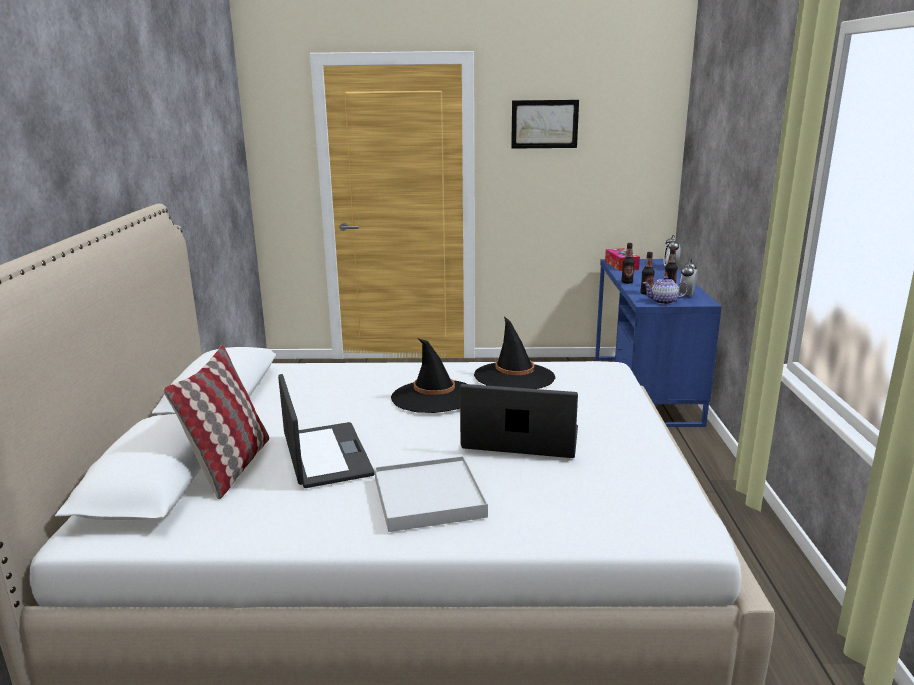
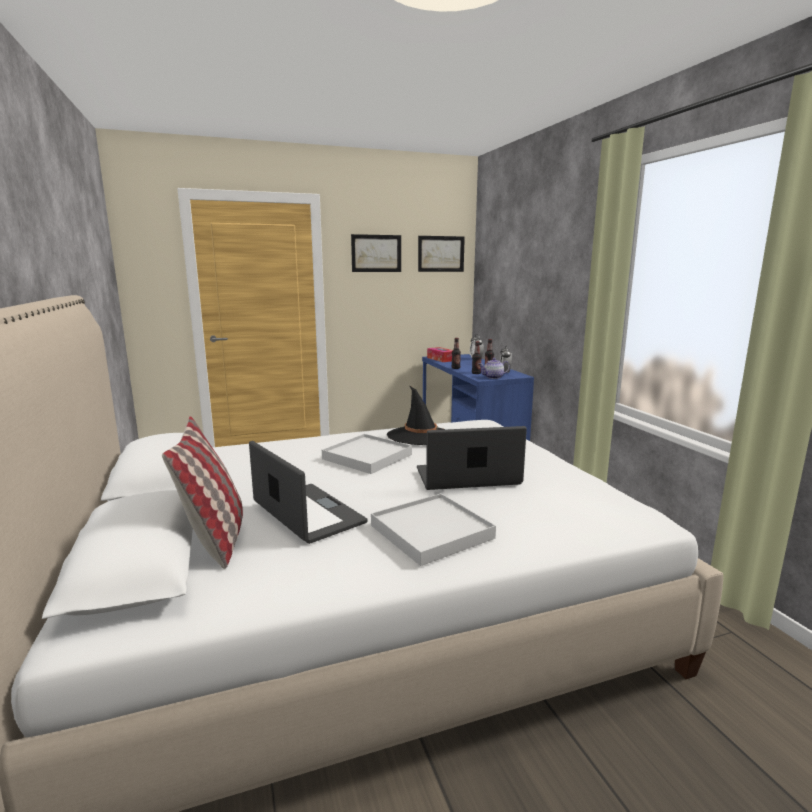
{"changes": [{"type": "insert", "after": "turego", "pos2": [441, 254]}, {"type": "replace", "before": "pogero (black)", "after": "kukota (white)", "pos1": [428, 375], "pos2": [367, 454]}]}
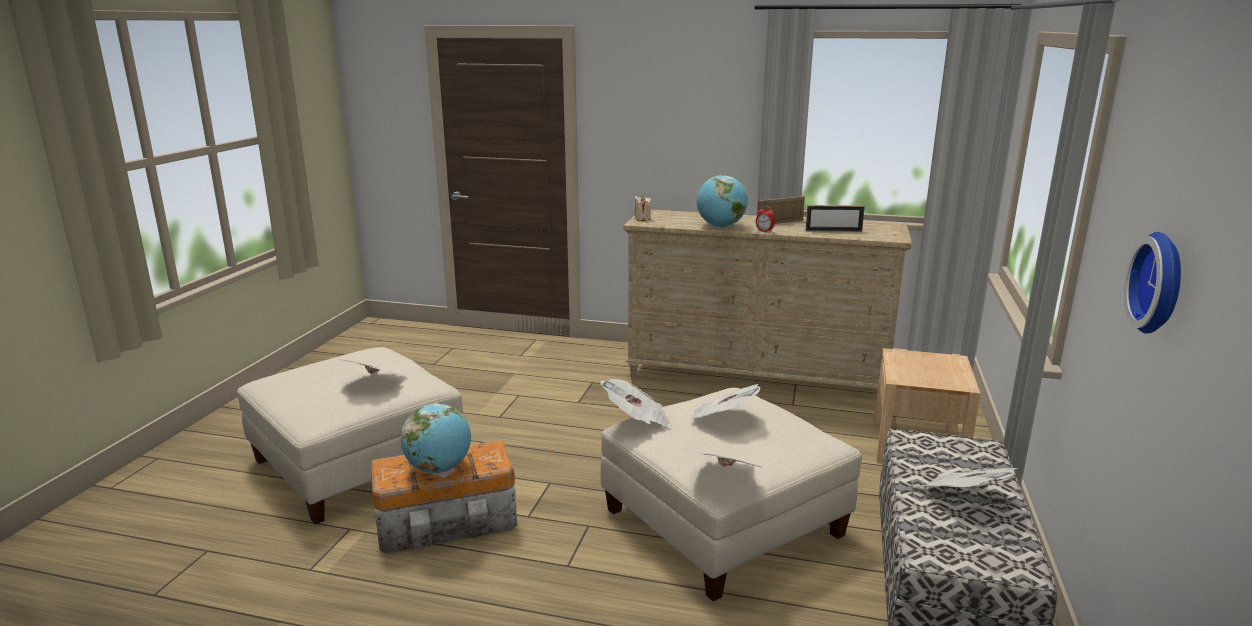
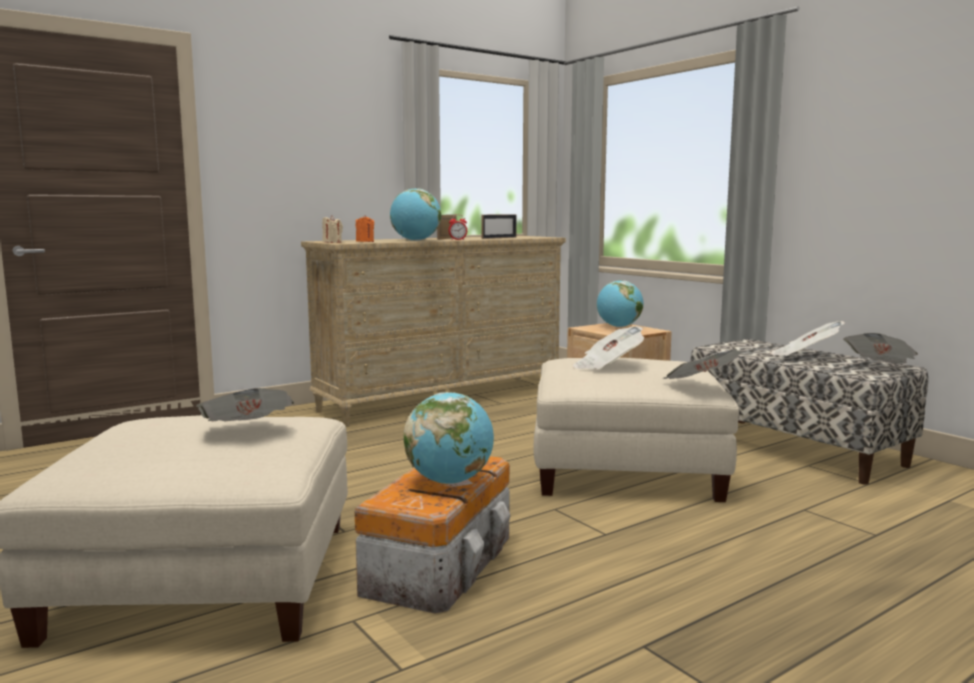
{"changes": [{"type": "delete", "before": "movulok", "pos1": [1152, 283]}, {"type": "insert", "after": "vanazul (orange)", "pos2": [365, 228]}, {"type": "insert", "after": "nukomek", "pos2": [620, 304]}, {"type": "move", "before": "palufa", "pos1": [636, 403], "pos2": [880, 348]}]}
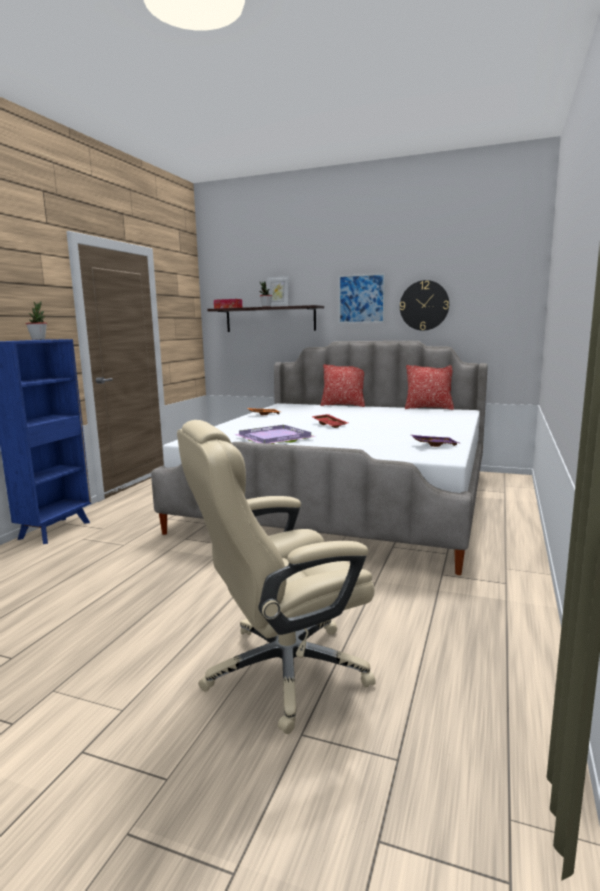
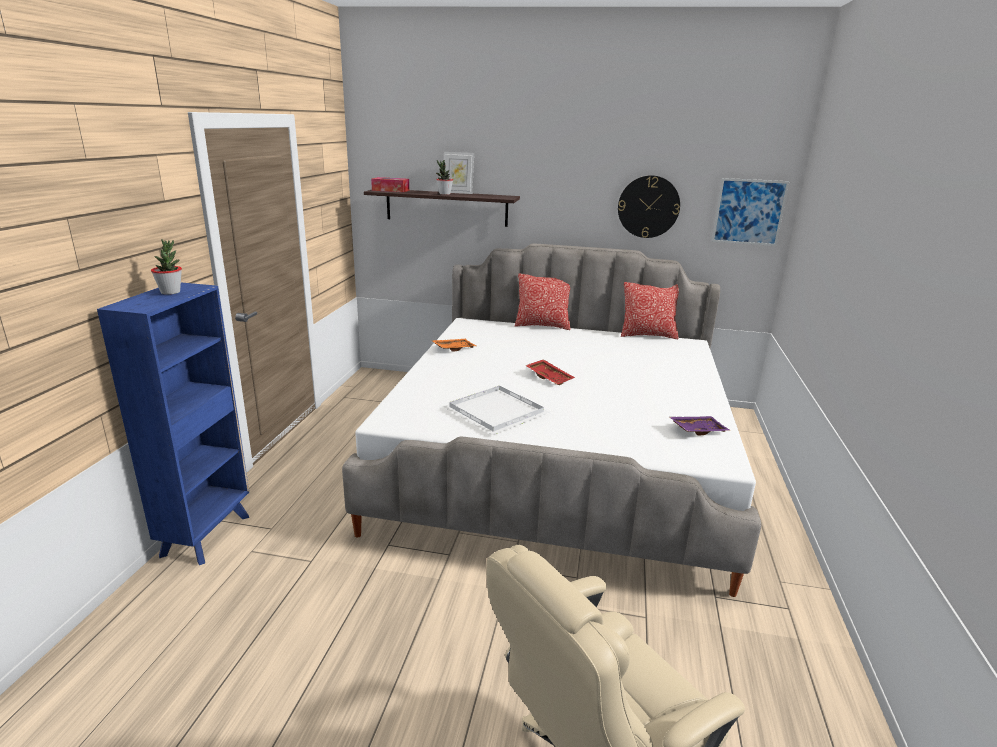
{"changes": [{"type": "move", "before": "turego", "pos1": [362, 298], "pos2": [751, 212]}, {"type": "recolor", "before": "kukota (purple)", "after": "kukota (white)", "pos1": [275, 434], "pos2": [496, 410]}]}
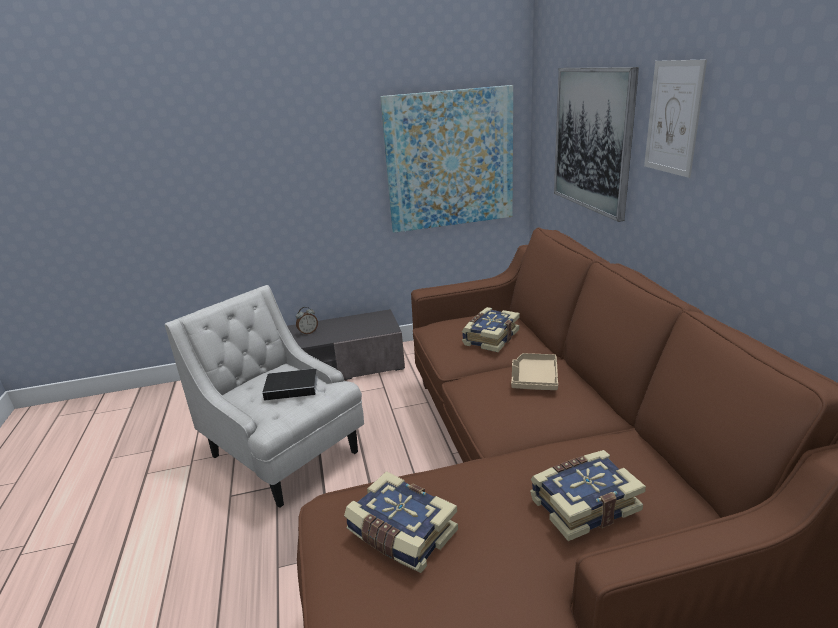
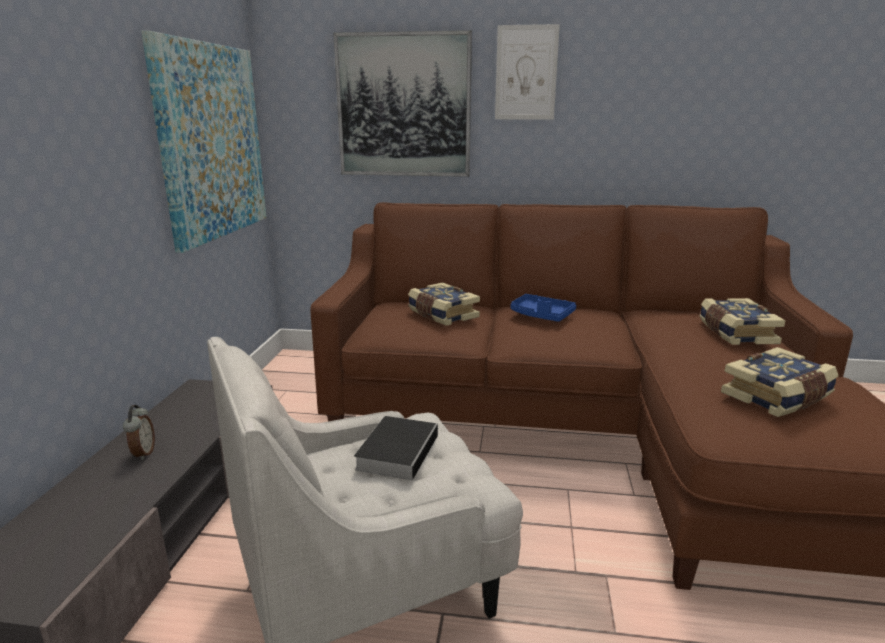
{"changes": [{"type": "recolor", "before": "kukota (beige)", "after": "kukota (blue)", "pos1": [534, 371], "pos2": [543, 308]}]}
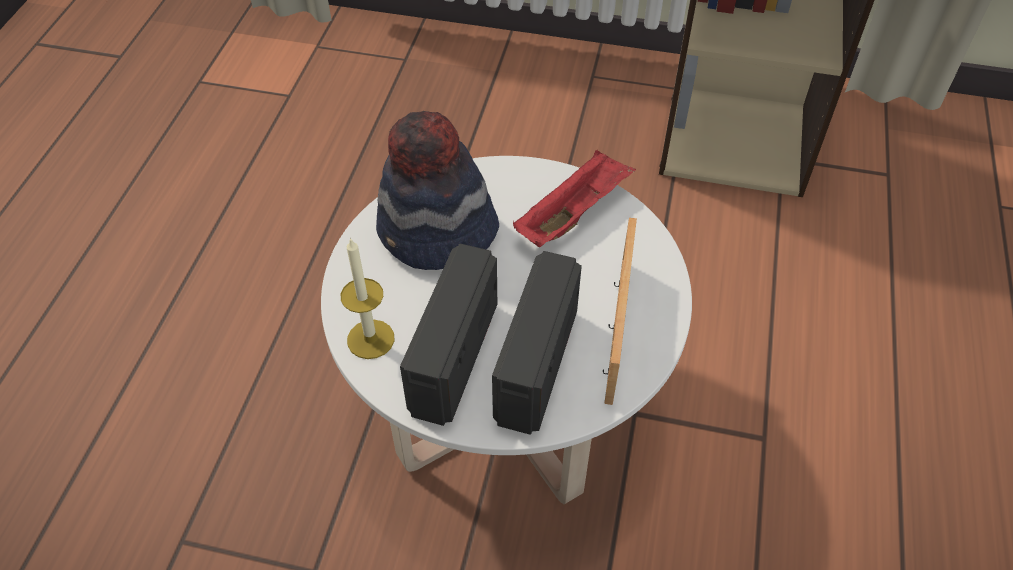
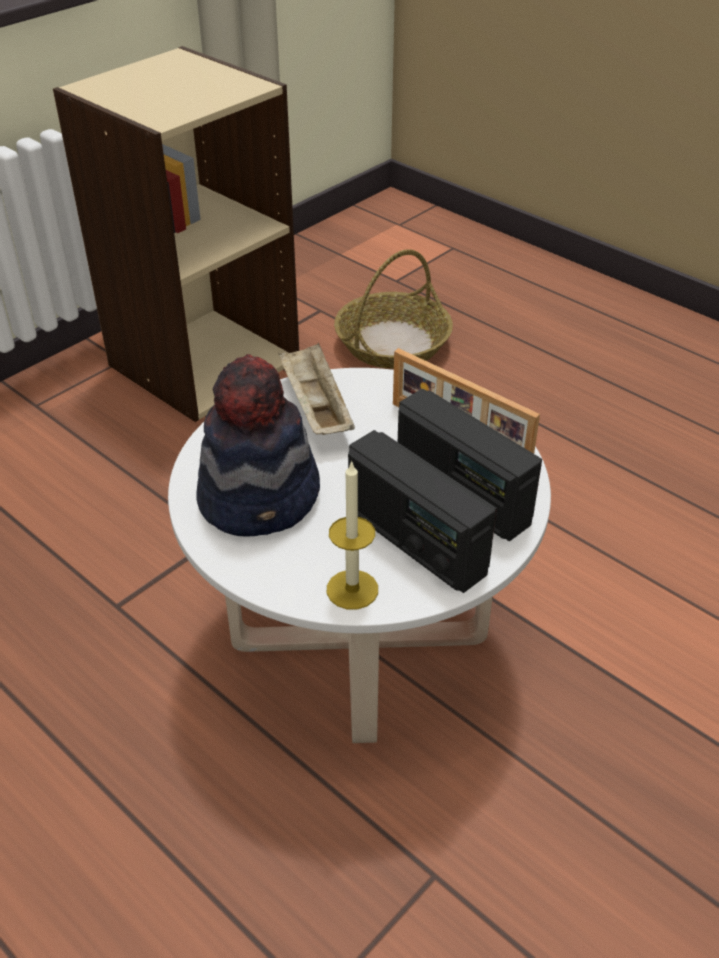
{"changes": [{"type": "insert", "after": "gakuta", "pos2": [393, 309]}, {"type": "recolor", "before": "kukota (red)", "after": "kukota (beige)", "pos1": [574, 198], "pos2": [316, 388]}]}
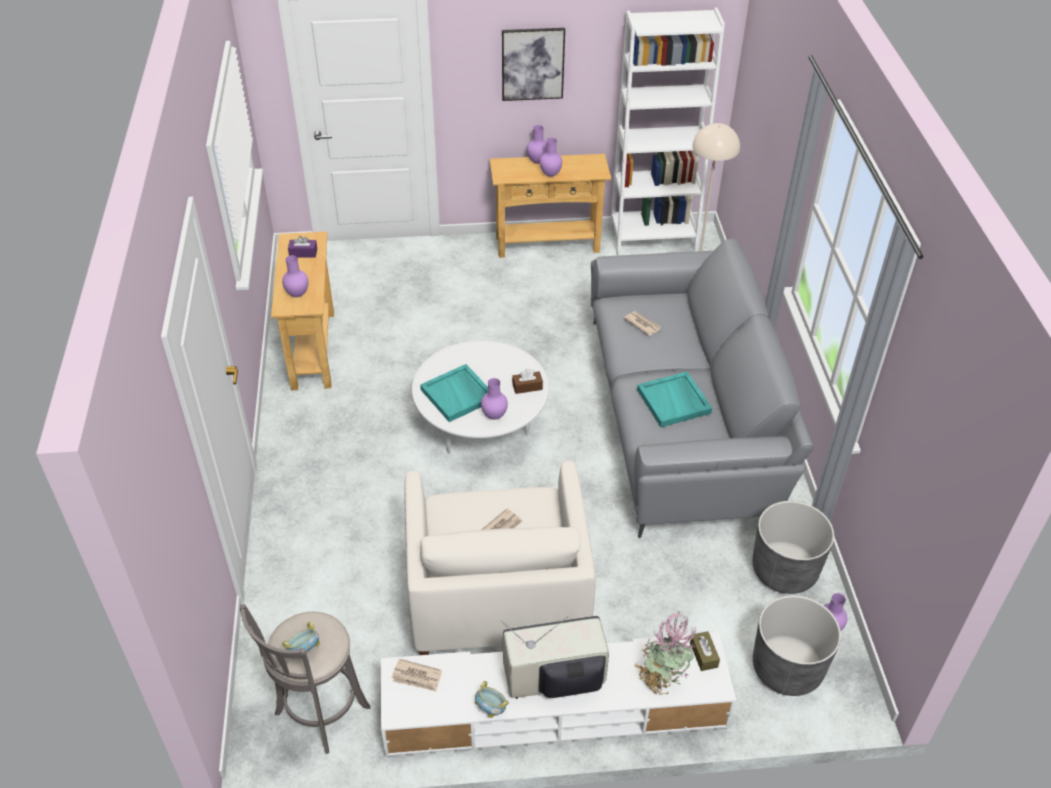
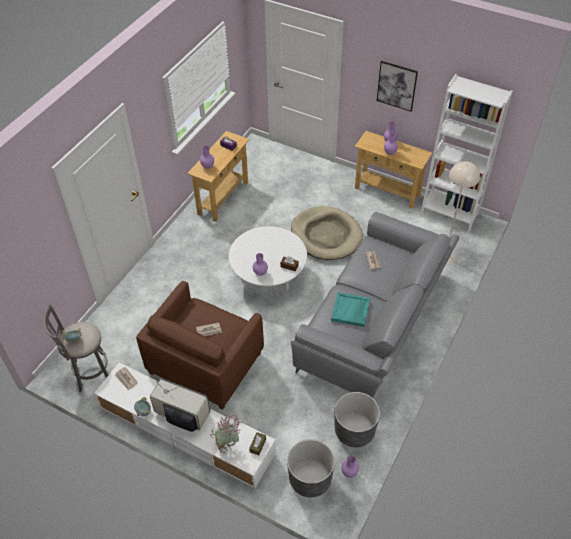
{"changes": [{"type": "delete", "before": "kukota (turquoise)", "pos1": [454, 393]}, {"type": "insert", "after": "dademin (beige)", "pos2": [327, 233]}, {"type": "recolor", "before": "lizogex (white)", "after": "lizogex (brown)", "pos1": [500, 558], "pos2": [200, 345]}]}
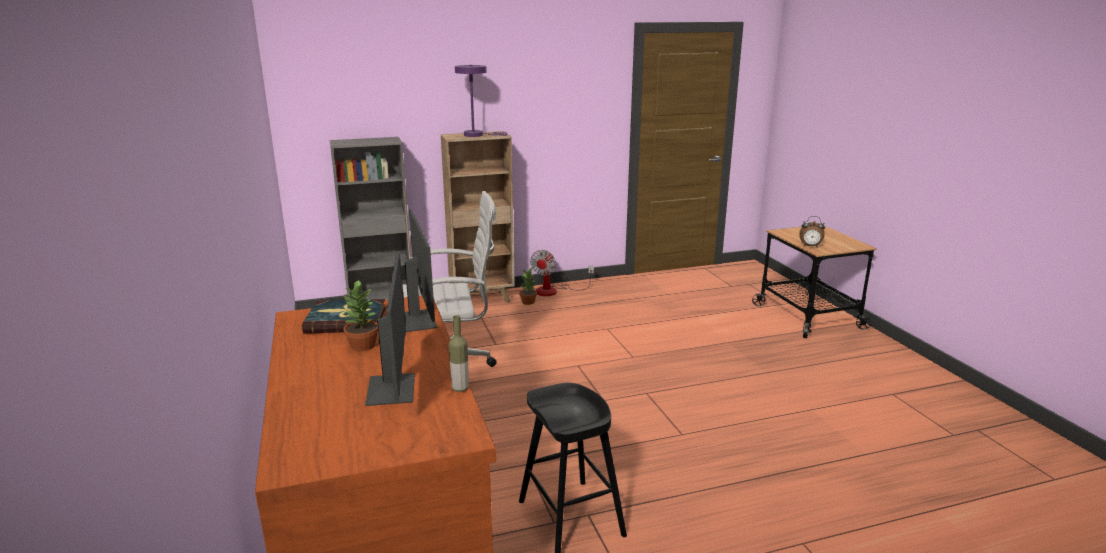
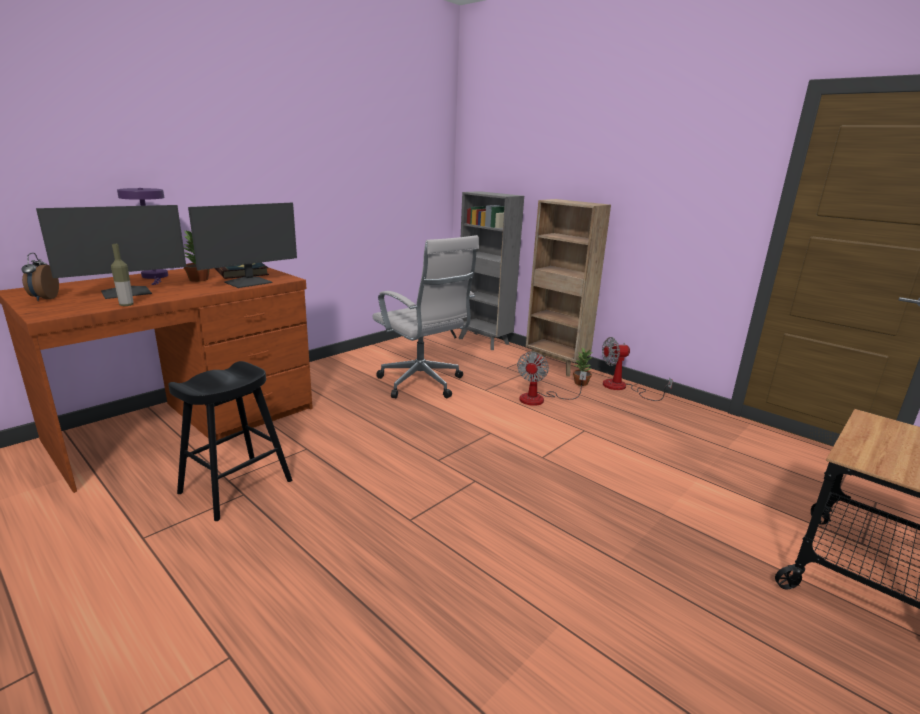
{"changes": [{"type": "insert", "after": "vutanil", "pos2": [552, 379]}, {"type": "move", "before": "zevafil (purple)", "pos1": [481, 101], "pos2": [142, 236]}, {"type": "move", "before": "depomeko", "pos1": [812, 232], "pos2": [40, 277]}]}
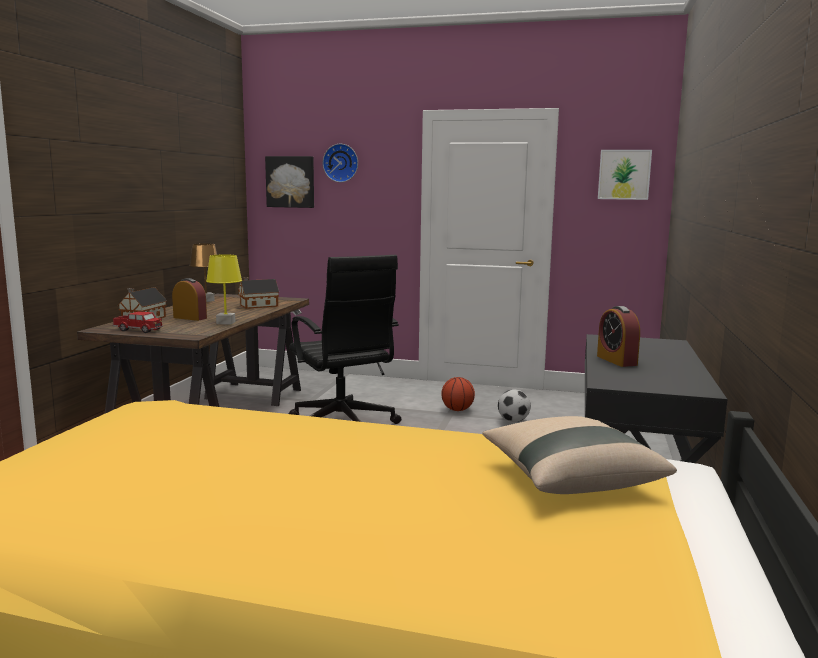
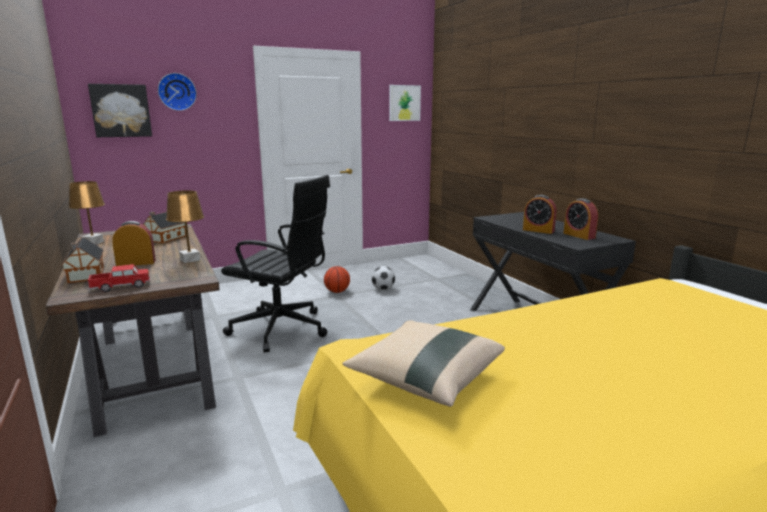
{"changes": [{"type": "insert", "after": "depomeko", "pos2": [580, 219]}, {"type": "move", "before": "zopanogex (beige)", "pos1": [579, 455], "pos2": [424, 363]}, {"type": "recolor", "before": "zevafil (yellow)", "after": "zevafil (brown)", "pos1": [224, 289], "pos2": [185, 226]}]}
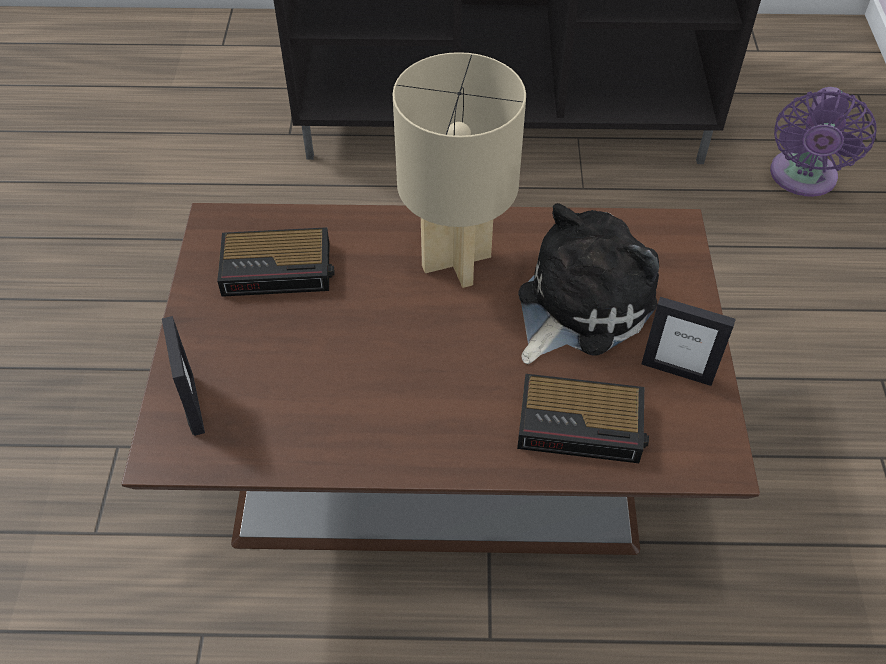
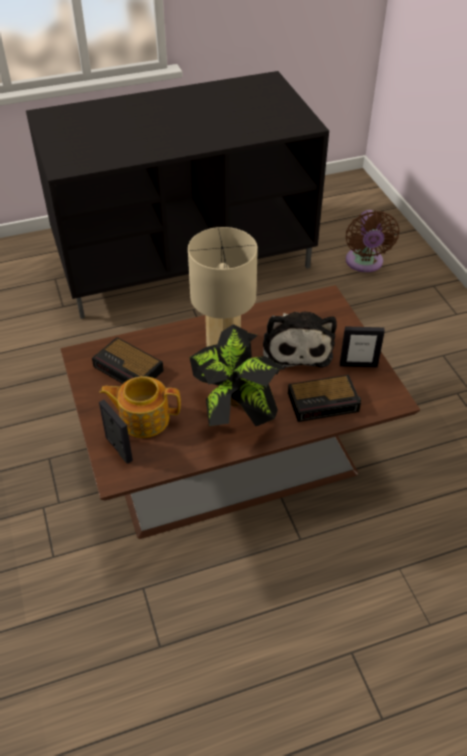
{"changes": [{"type": "insert", "after": "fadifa", "pos2": [140, 407]}, {"type": "insert", "after": "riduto", "pos2": [237, 375]}, {"type": "recolor", "before": "vutanil (purple)", "after": "vutanil (brown)", "pos1": [823, 142], "pos2": [372, 241]}, {"type": "rotate", "before": "depomeko", "pos1": [276, 262], "pos2": [128, 360], "turn": 60}, {"type": "rotate", "before": "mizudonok", "pos1": [588, 283], "pos2": [300, 339], "turn": 150}]}
